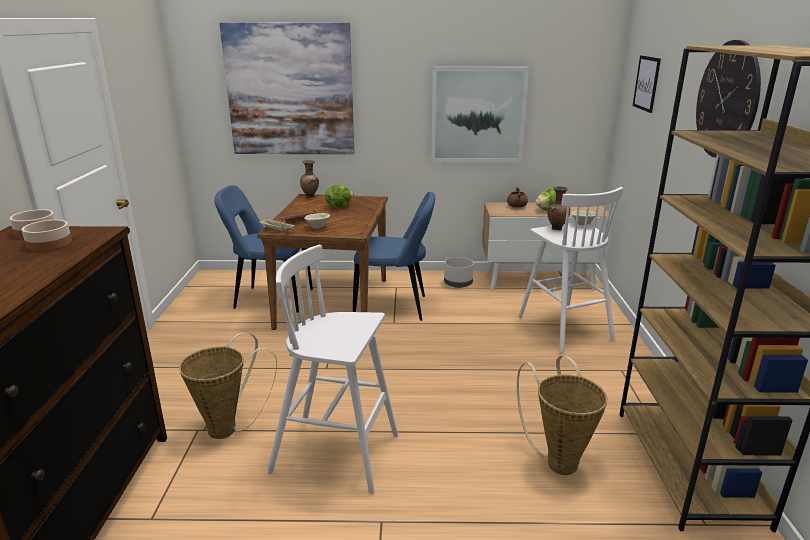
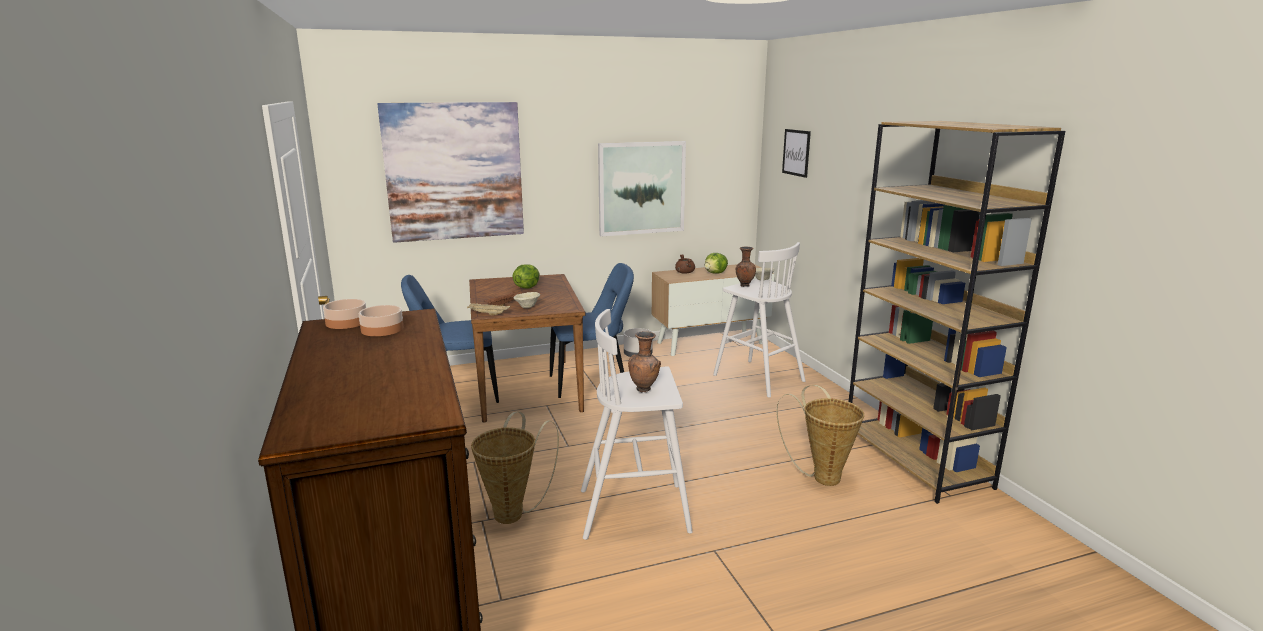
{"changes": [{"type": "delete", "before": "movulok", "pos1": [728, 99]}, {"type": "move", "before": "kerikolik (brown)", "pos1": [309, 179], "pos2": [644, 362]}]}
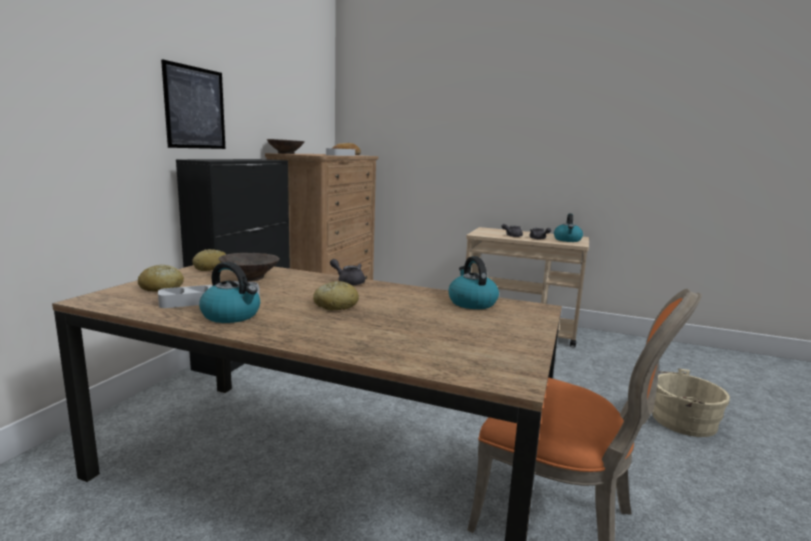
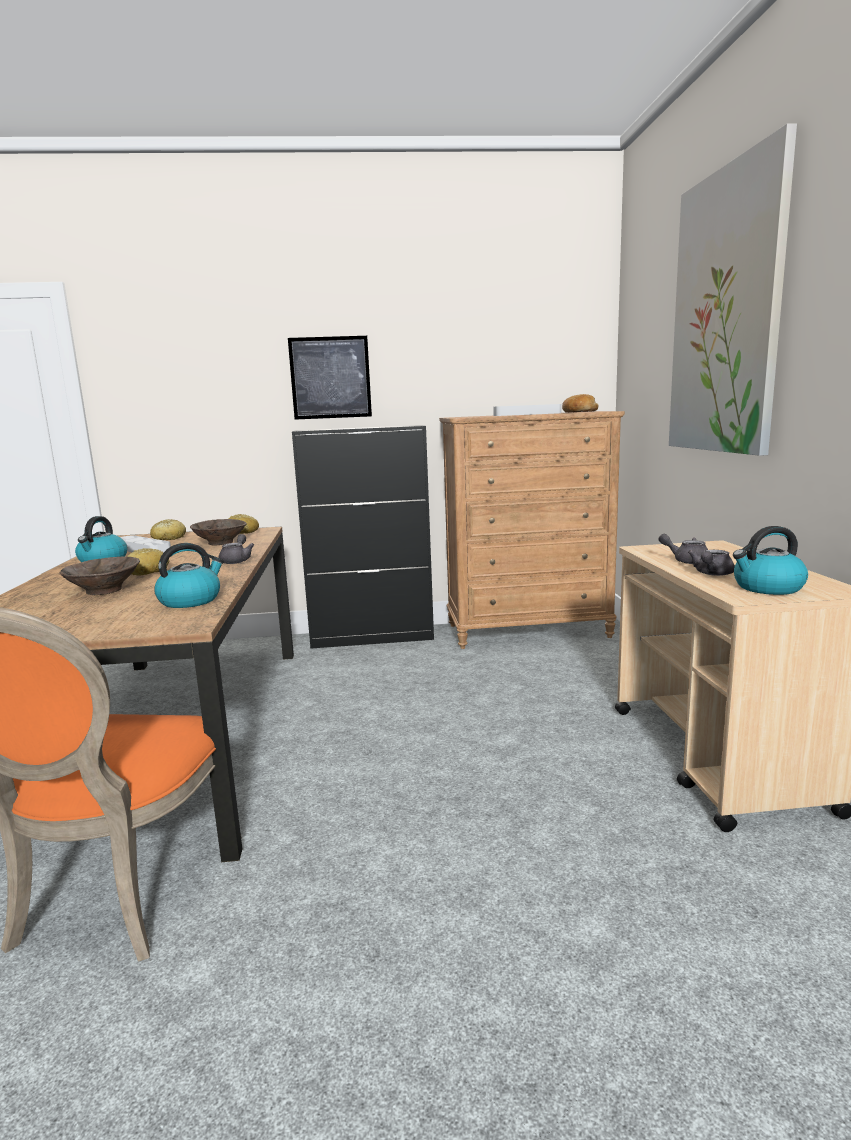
{"changes": [{"type": "delete", "before": "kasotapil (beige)", "pos1": [691, 402]}, {"type": "insert", "after": "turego", "pos2": [733, 289]}, {"type": "move", "before": "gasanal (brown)", "pos1": [286, 146], "pos2": [100, 576]}]}
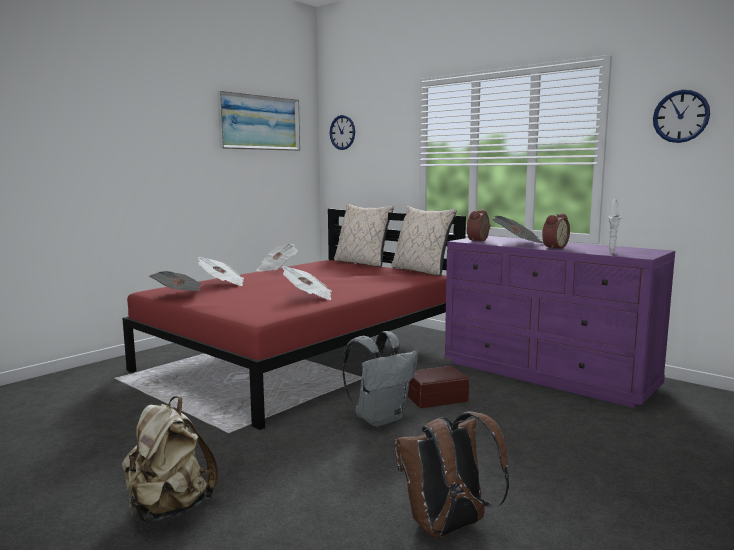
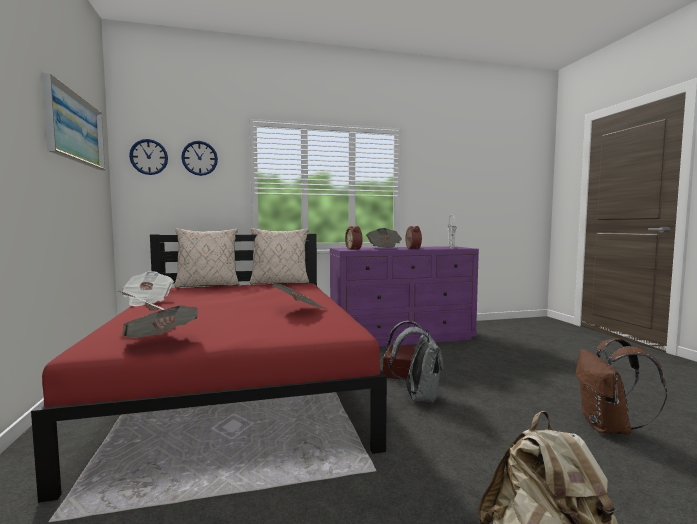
{"changes": [{"type": "move", "before": "movulok", "pos1": [681, 116], "pos2": [199, 158]}]}
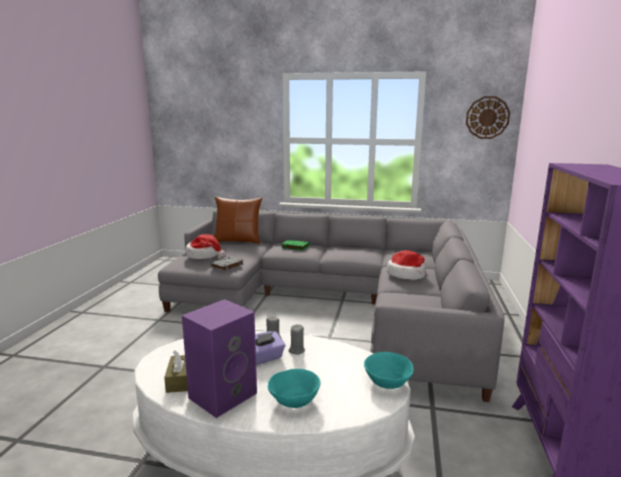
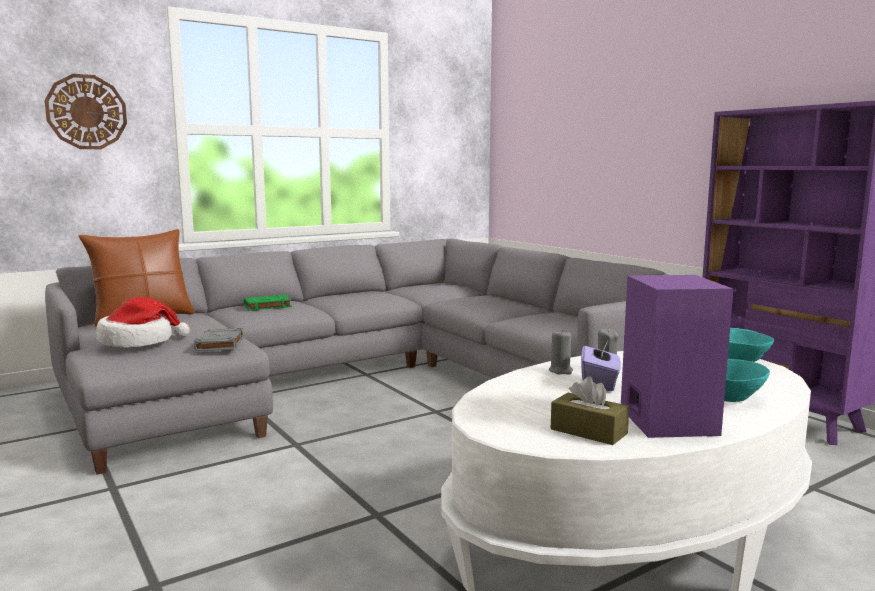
{"changes": [{"type": "delete", "before": "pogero", "pos1": [406, 265]}, {"type": "move", "before": "movulok", "pos1": [488, 117], "pos2": [85, 111]}]}
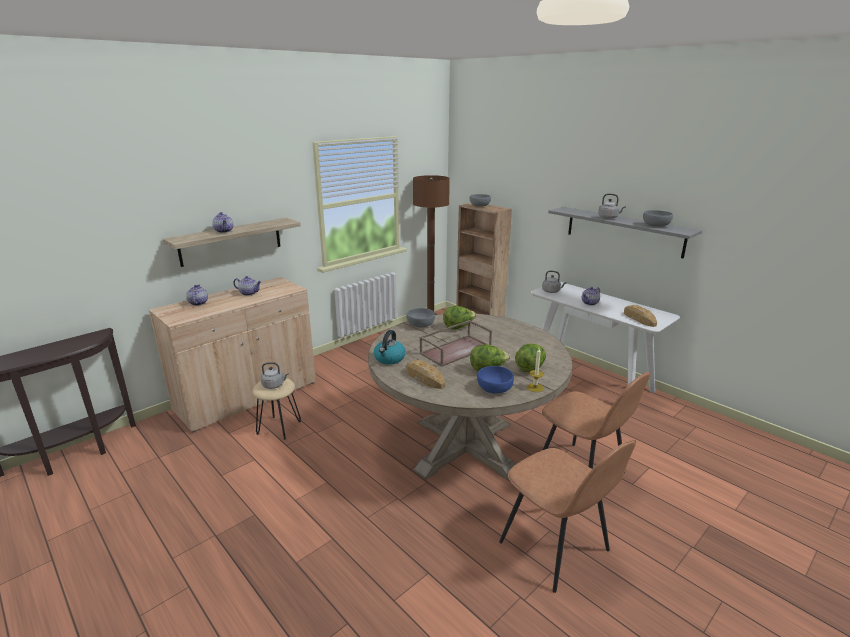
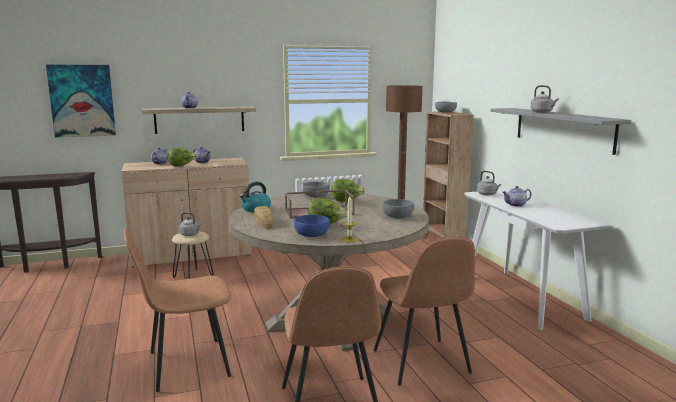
{"changes": [{"type": "delete", "before": "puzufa", "pos1": [640, 316]}, {"type": "insert", "after": "turego", "pos2": [81, 101]}, {"type": "insert", "after": "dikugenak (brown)", "pos2": [178, 310]}, {"type": "move", "before": "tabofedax", "pos1": [530, 358], "pos2": [182, 157]}, {"type": "move", "before": "gasanal (grey)", "pos1": [658, 218], "pos2": [398, 208]}]}
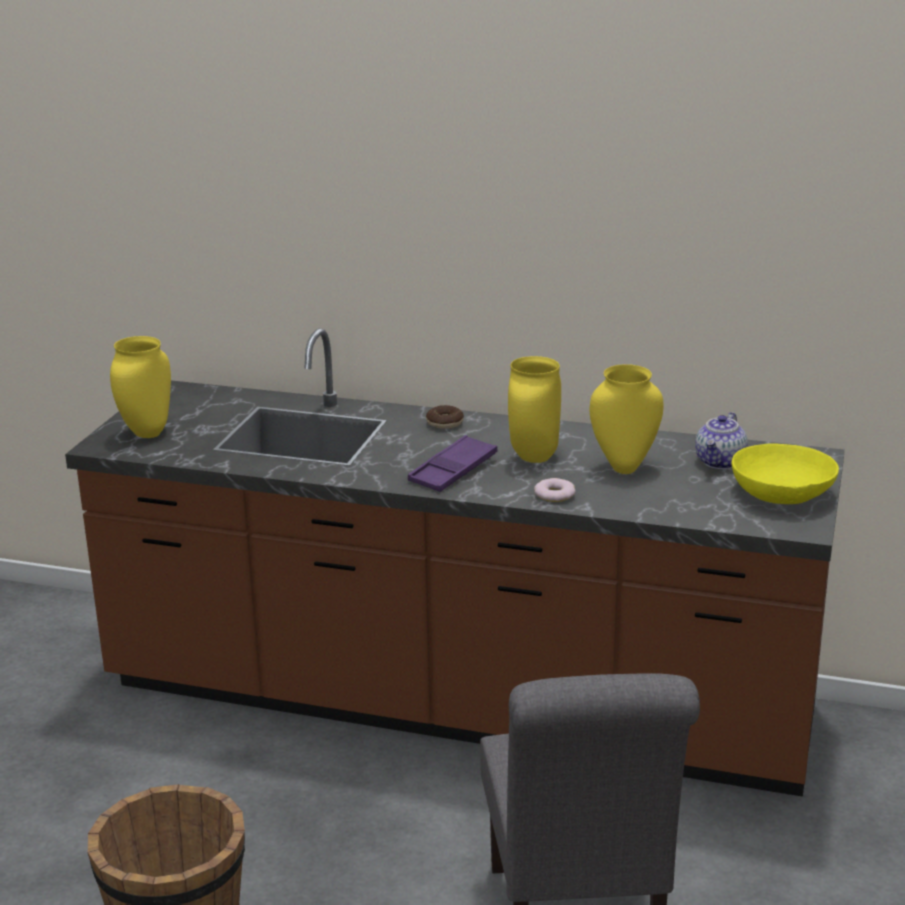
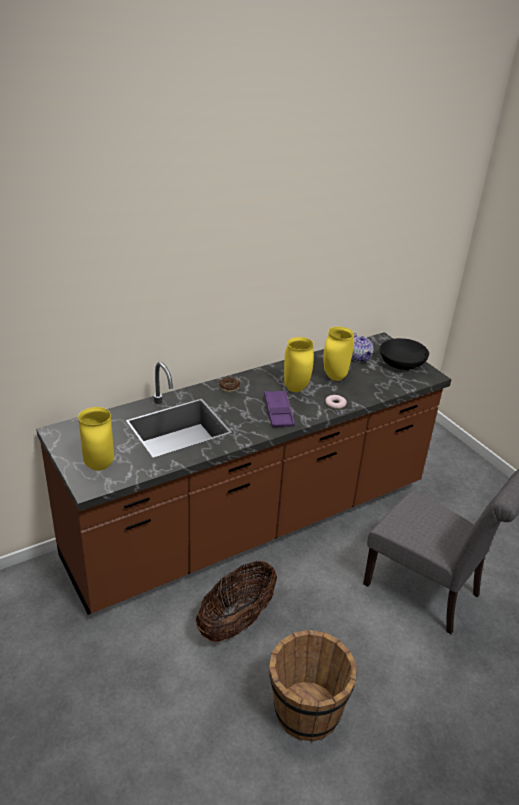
{"changes": [{"type": "insert", "after": "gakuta", "pos2": [236, 601]}, {"type": "recolor", "before": "gasanal (yellow)", "after": "gasanal (black)", "pos1": [785, 473], "pos2": [404, 354]}]}
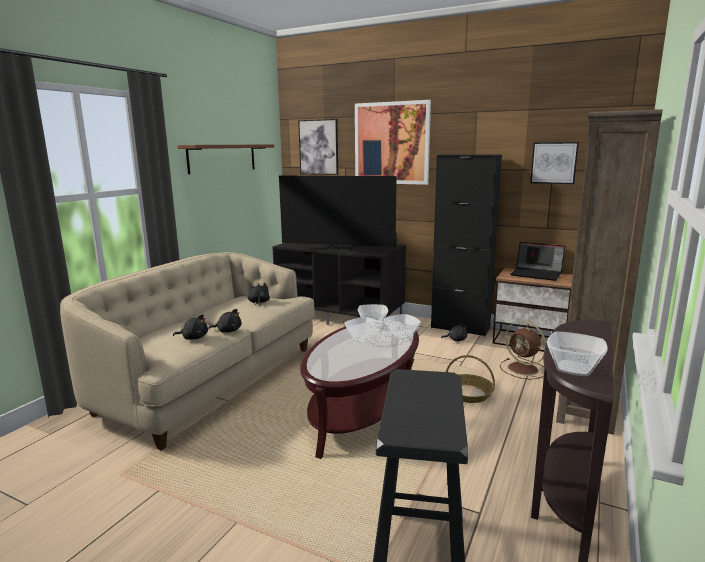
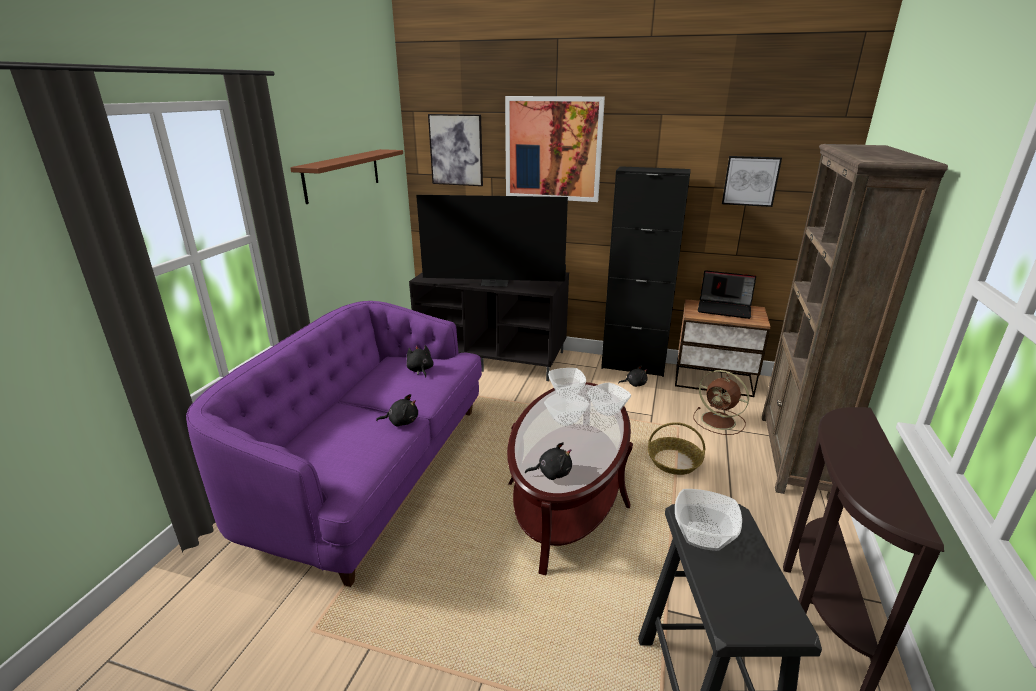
{"changes": [{"type": "move", "before": "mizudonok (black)", "pos1": [190, 327], "pos2": [548, 461]}, {"type": "move", "before": "gasanal", "pos1": [577, 354], "pos2": [708, 520]}, {"type": "recolor", "before": "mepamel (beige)", "after": "mepamel (purple)", "pos1": [187, 351], "pos2": [334, 444]}]}
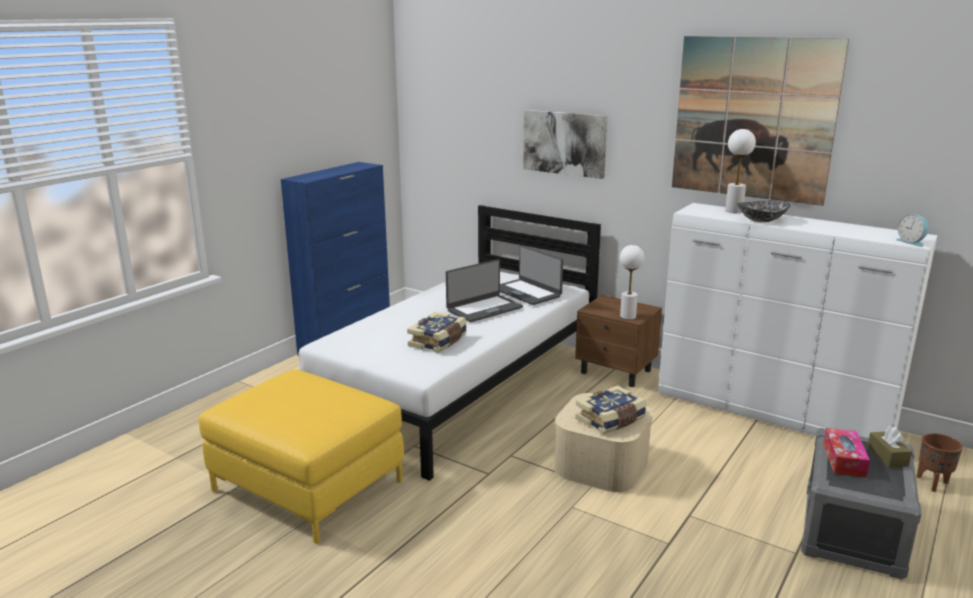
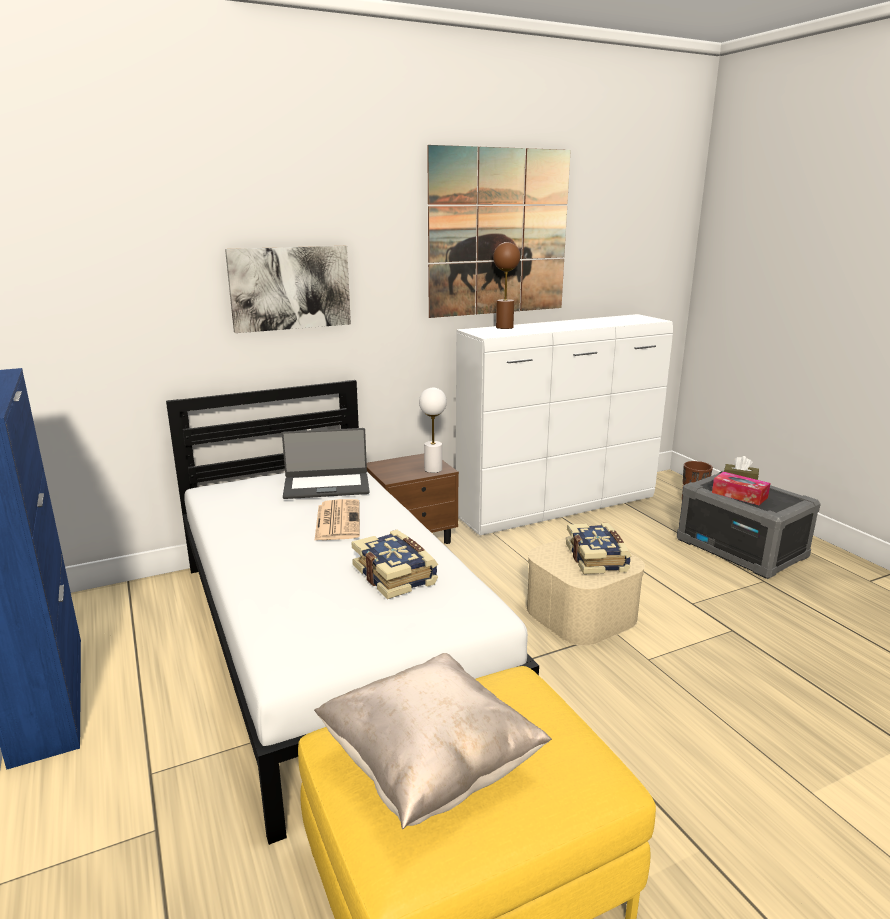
{"changes": [{"type": "delete", "before": "gasanal", "pos1": [763, 211]}, {"type": "delete", "before": "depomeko", "pos1": [912, 230]}, {"type": "insert", "after": "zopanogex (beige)", "pos2": [433, 741]}, {"type": "replace", "before": "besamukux", "after": "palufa", "pos1": [484, 290], "pos2": [337, 520]}, {"type": "recolor", "before": "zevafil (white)", "after": "zevafil (brown)", "pos1": [740, 171], "pos2": [506, 285]}]}
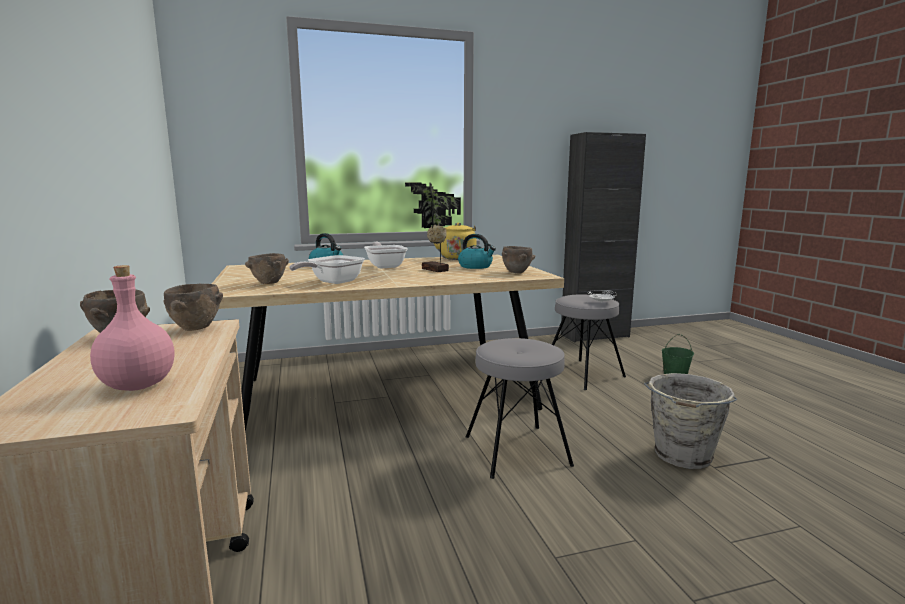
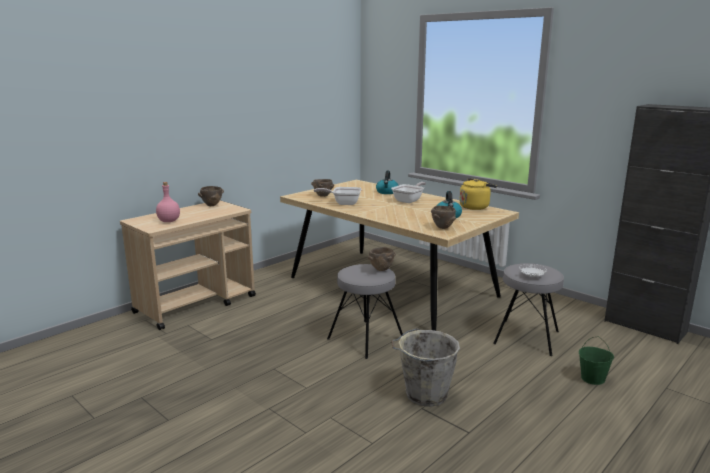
{"changes": [{"type": "delete", "before": "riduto", "pos1": [433, 227]}, {"type": "move", "before": "gasanal (brown)", "pos1": [193, 307], "pos2": [382, 259]}]}
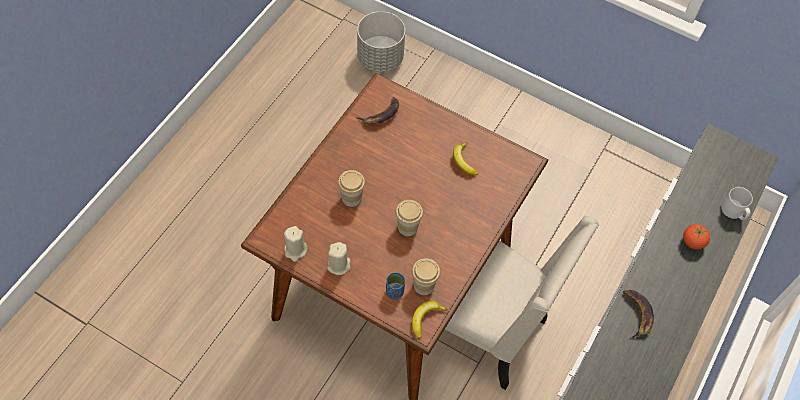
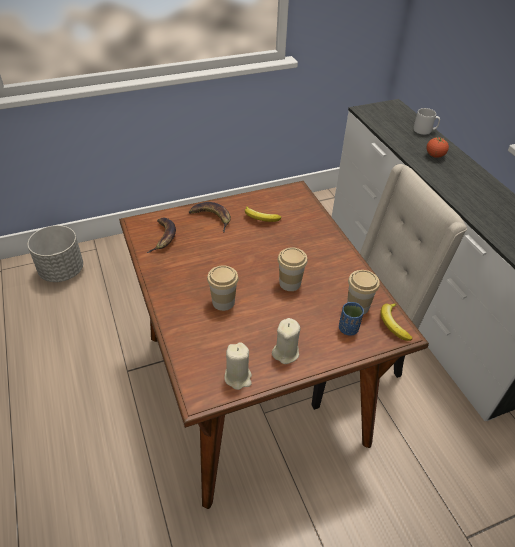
{"changes": [{"type": "move", "before": "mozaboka", "pos1": [638, 315], "pos2": [210, 217]}]}
